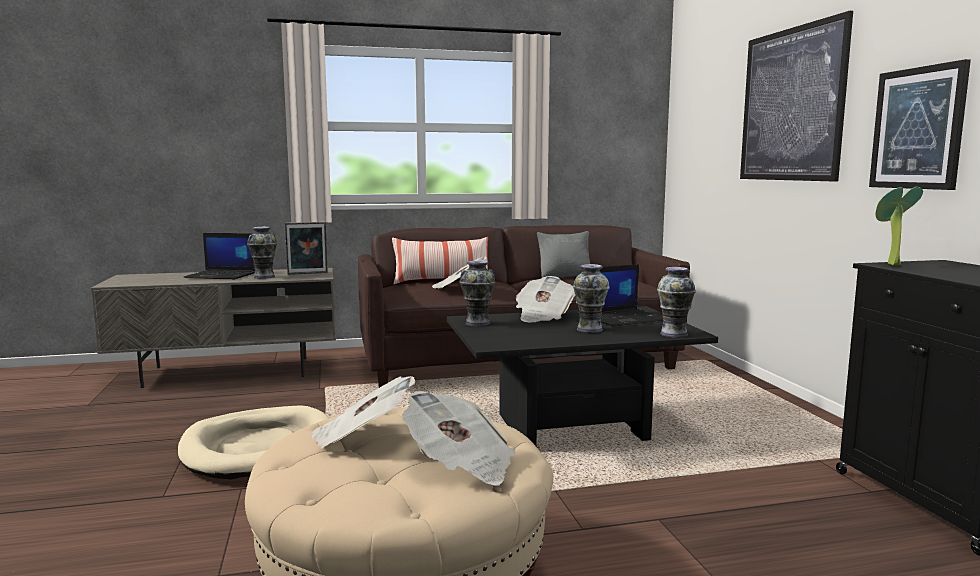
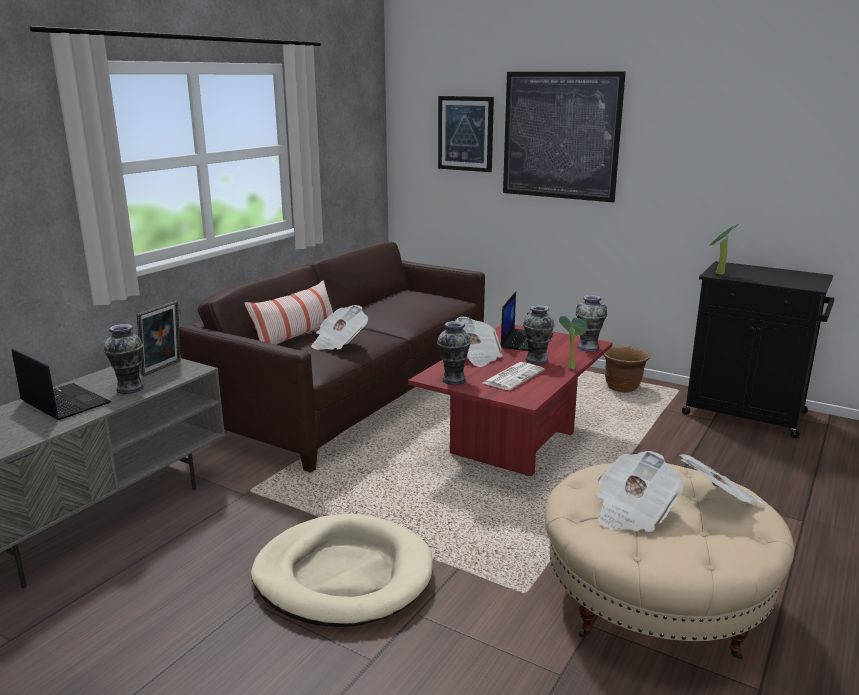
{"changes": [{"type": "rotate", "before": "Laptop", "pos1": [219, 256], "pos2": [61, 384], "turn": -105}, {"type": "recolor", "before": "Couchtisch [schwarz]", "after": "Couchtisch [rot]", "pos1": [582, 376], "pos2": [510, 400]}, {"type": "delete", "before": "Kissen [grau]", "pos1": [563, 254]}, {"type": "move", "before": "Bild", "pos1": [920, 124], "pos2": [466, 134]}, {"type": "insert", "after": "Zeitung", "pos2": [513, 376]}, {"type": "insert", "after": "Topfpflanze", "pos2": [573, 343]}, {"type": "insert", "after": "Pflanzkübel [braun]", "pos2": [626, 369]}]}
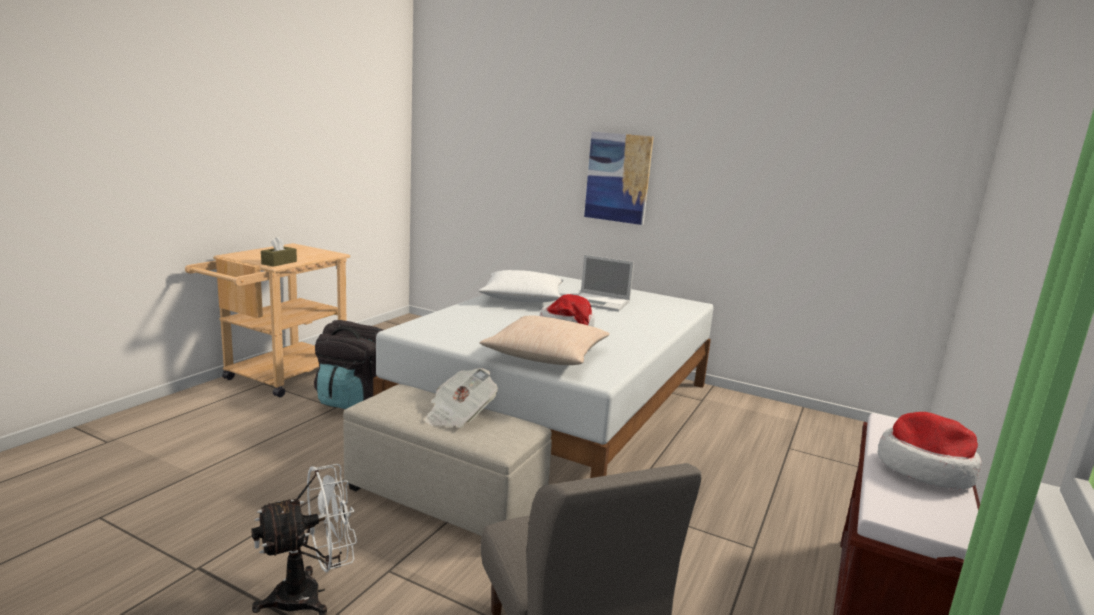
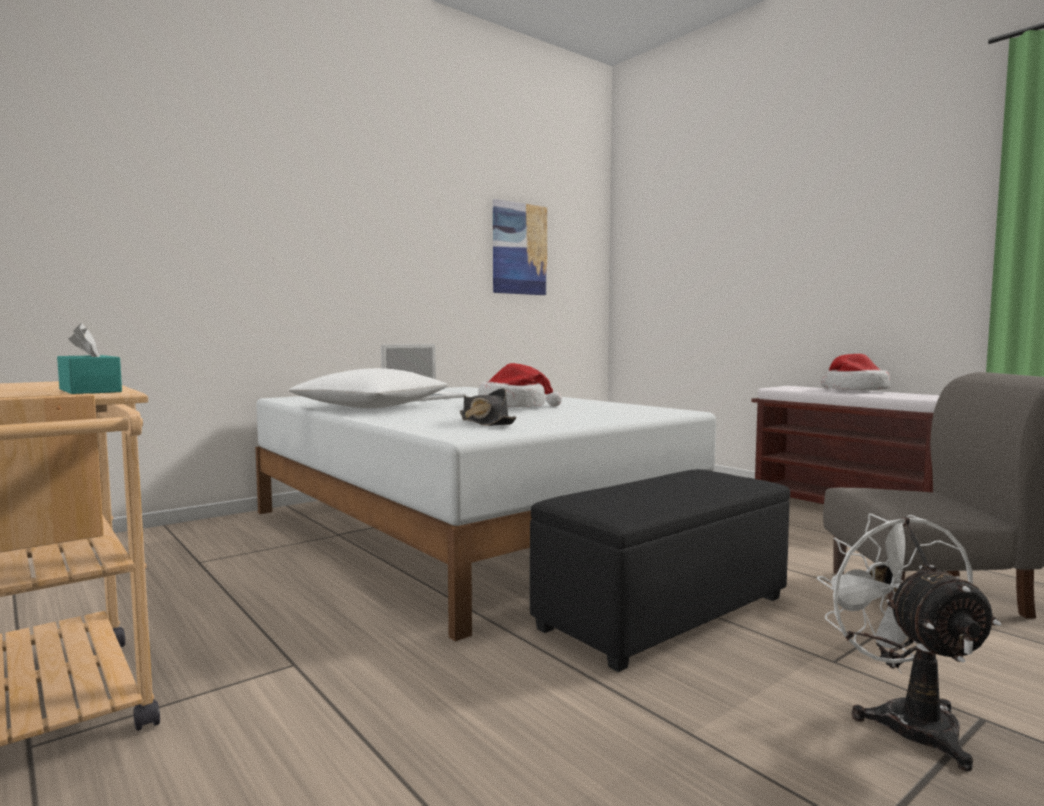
{"changes": [{"type": "recolor", "before": "Taschentuchbox [braun]", "after": "Taschentuchbox [türkis]", "pos1": [279, 252], "pos2": [89, 358]}, {"type": "delete", "before": "Rucksack [schwarz]", "pos1": [348, 364]}, {"type": "recolor", "before": "Polsterhocker [beige]", "after": "Polsterhocker [schwarz]", "pos1": [447, 460], "pos2": [660, 570]}, {"type": "delete", "before": "Zeitung", "pos1": [461, 398]}, {"type": "delete", "before": "Kissen [beige]", "pos1": [545, 340]}, {"type": "move", "before": "Bild", "pos1": [619, 178], "pos2": [520, 247]}, {"type": "insert", "after": "Hut [schwarz]", "pos2": [488, 407]}]}
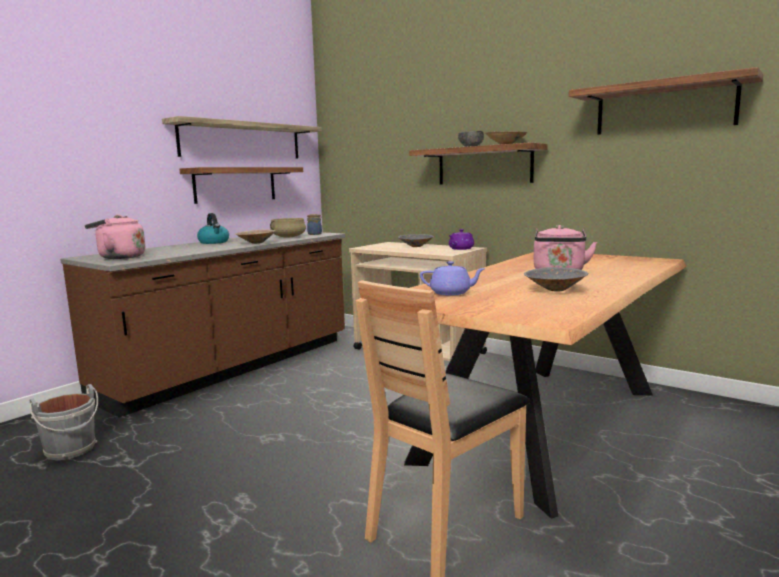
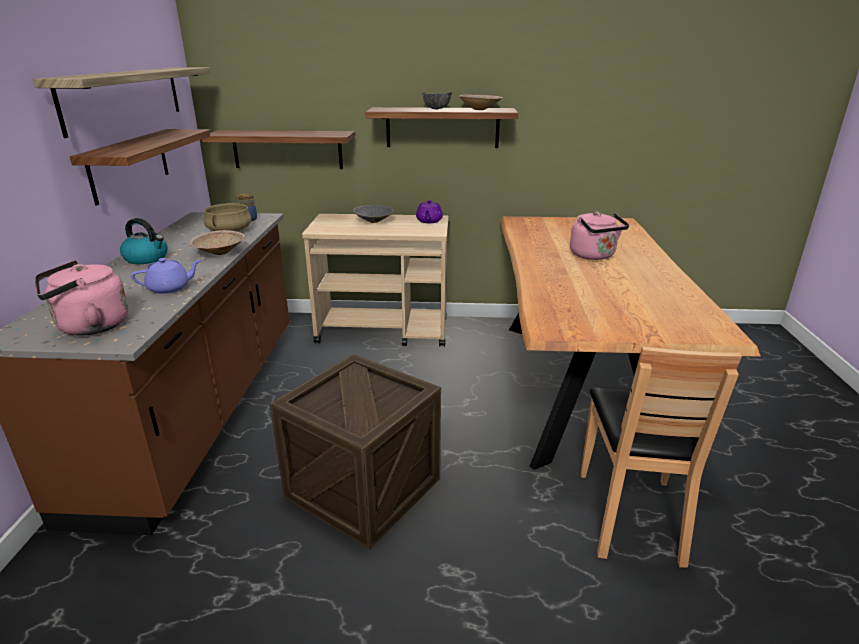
{"changes": [{"type": "delete", "before": "Eimer [grau]", "pos1": [63, 422]}, {"type": "move", "before": "Teekanne [lila]", "pos1": [453, 278], "pos2": [166, 276]}, {"type": "delete", "before": "Schüssel [grau]", "pos1": [556, 279]}, {"type": "move", "before": "Wandregal", "pos1": [666, 101], "pos2": [278, 149]}, {"type": "insert", "after": "Kiste", "pos2": [355, 451]}]}
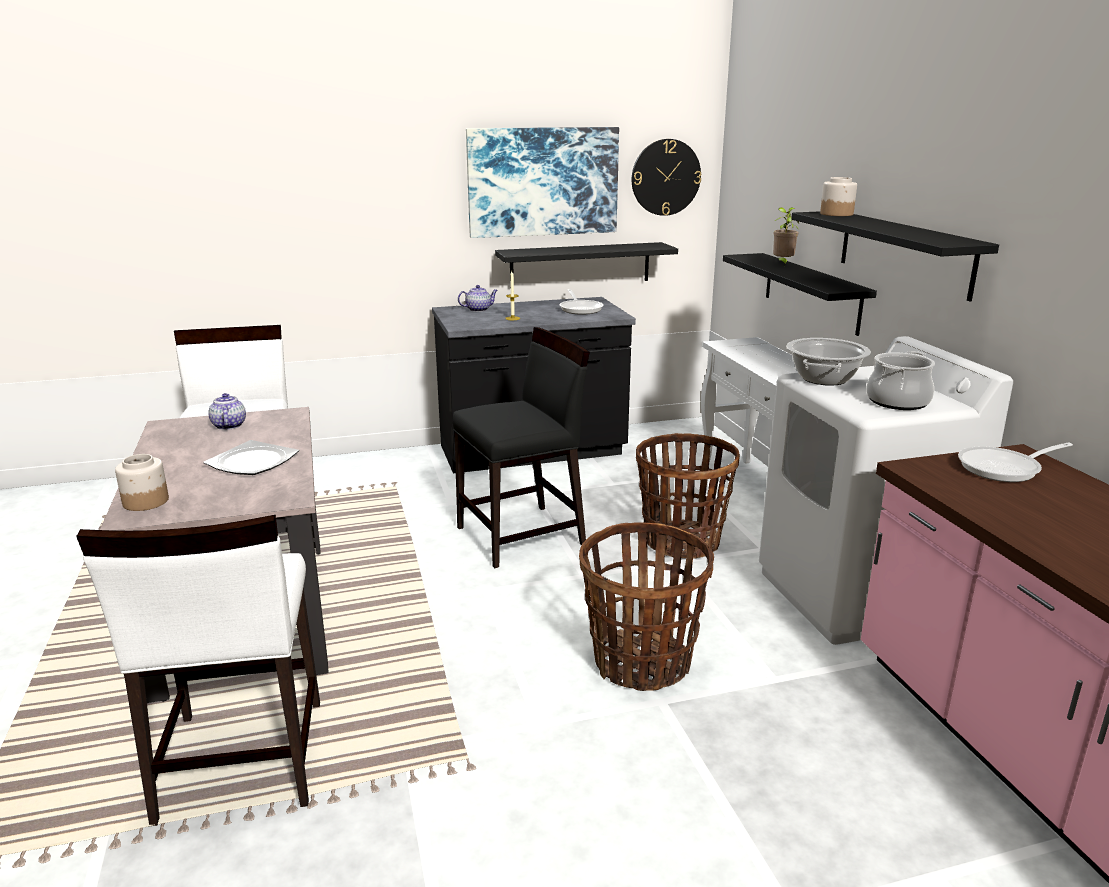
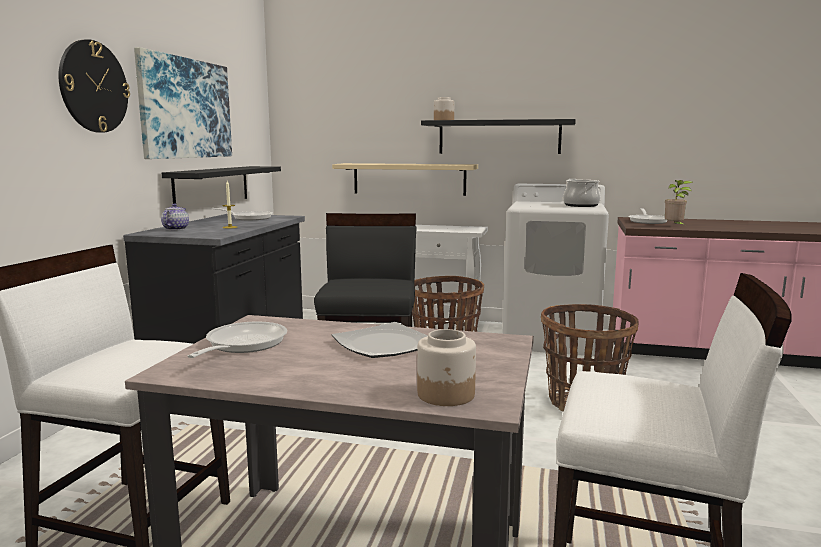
{"changes": [{"type": "replace", "before": "Teekanne", "after": "Pfanne", "pos1": [227, 411], "pos2": [237, 340]}, {"type": "move", "before": "Wanduhr", "pos1": [666, 177], "pos2": [94, 86]}, {"type": "recolor", "before": "Wandregal [schwarz]", "after": "Wandregal [beige]", "pos1": [800, 294], "pos2": [405, 179]}, {"type": "move", "before": "Topfpflanze", "pos1": [786, 236], "pos2": [679, 203]}, {"type": "delete", "before": "Kochtopf", "pos1": [828, 362]}]}
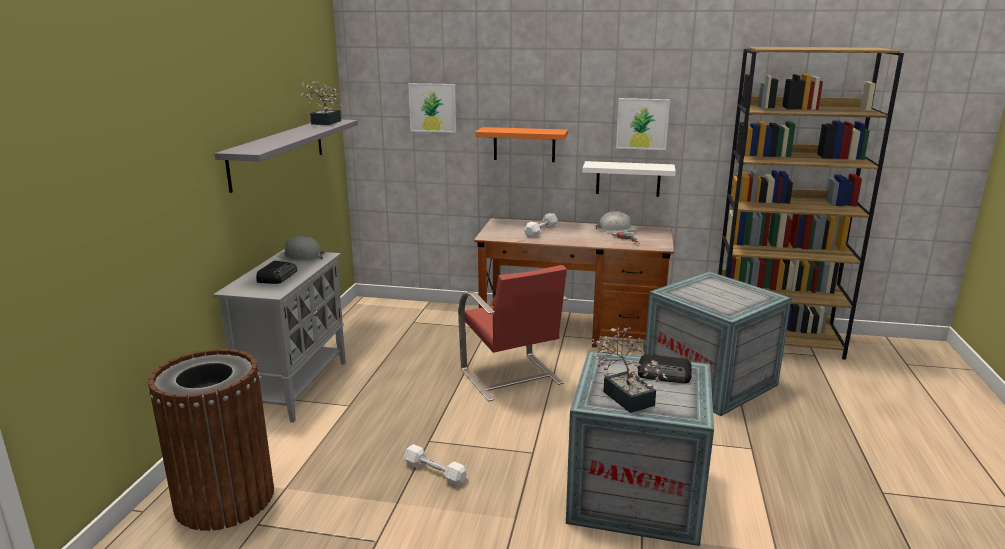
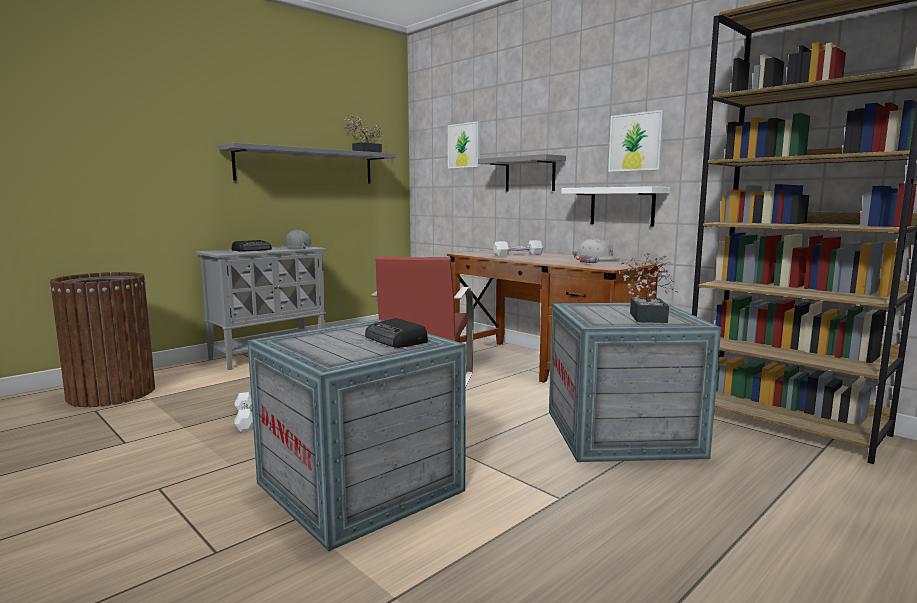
{"changes": [{"type": "recolor", "before": "Wandregal [orange]", "after": "Wandregal [grau]", "pos1": [521, 144], "pos2": [522, 173]}, {"type": "move", "before": "Topfpflanze", "pos1": [629, 370], "pos2": [648, 287]}]}
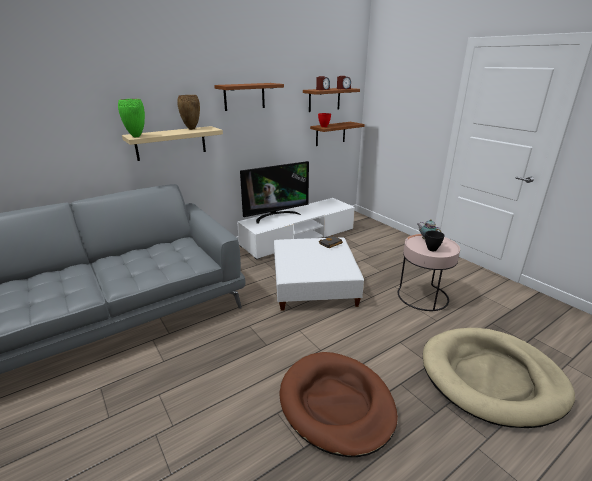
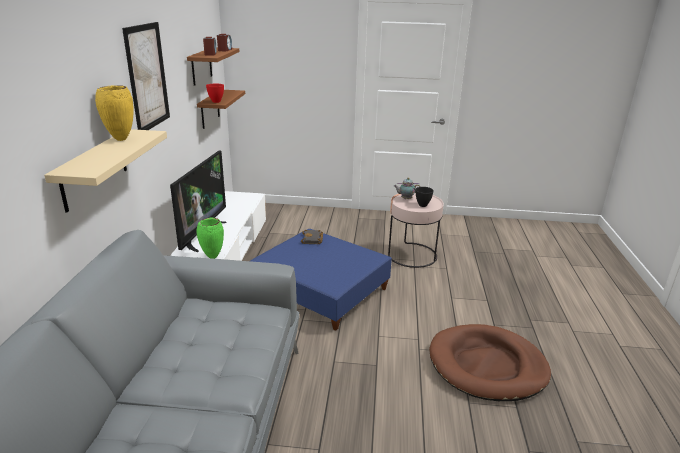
{"changes": [{"type": "move", "before": "Vase [grün]", "pos1": [131, 118], "pos2": [210, 238]}, {"type": "recolor", "before": "Vase [braun]", "after": "Vase [gelb]", "pos1": [188, 112], "pos2": [114, 113]}, {"type": "replace", "before": "Wandregal [braun]", "after": "Bild", "pos1": [249, 97], "pos2": [146, 76]}, {"type": "recolor", "before": "Polsterhocker [weiß]", "after": "Polsterhocker [blau]", "pos1": [319, 274], "pos2": [321, 280]}, {"type": "delete", "before": "Hundebett [beige]", "pos1": [499, 378]}]}
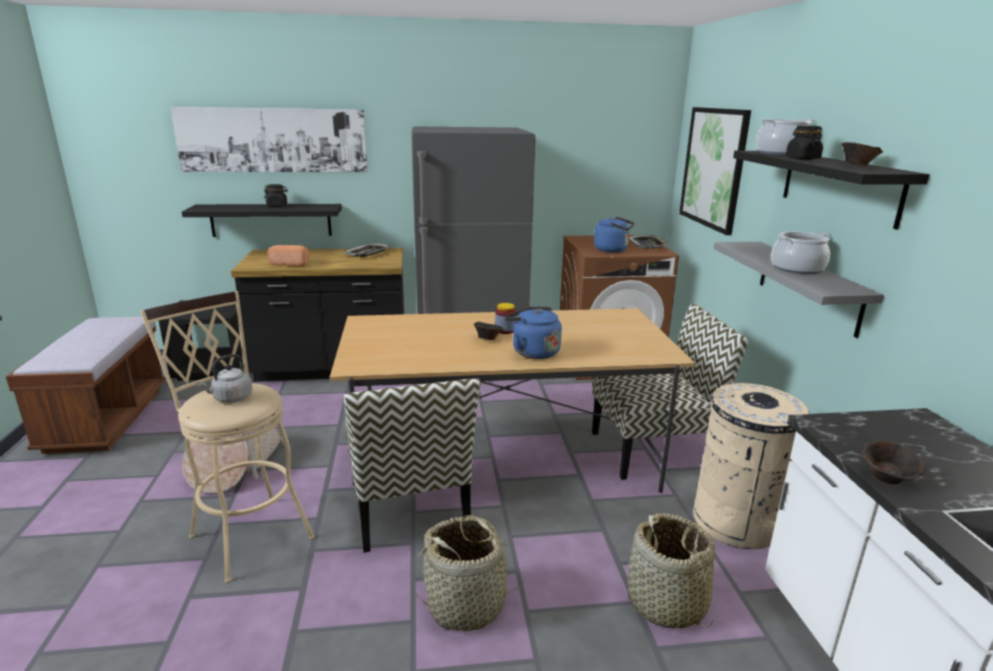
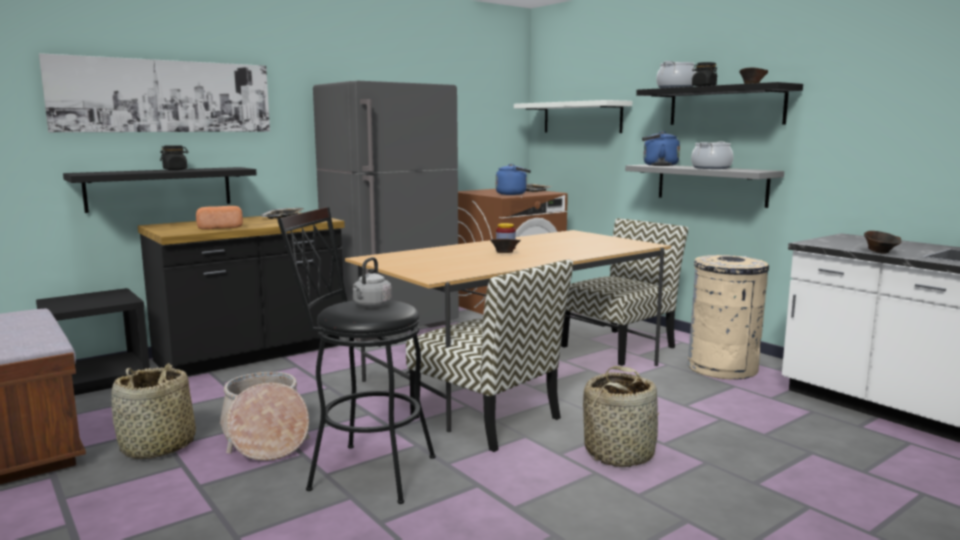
{"changes": [{"type": "recolor", "before": "Hocker [beige]", "after": "Hocker [schwarz]", "pos1": [227, 437], "pos2": [356, 355]}, {"type": "move", "before": "Wasserkessel [blau]", "pos1": [533, 332], "pos2": [661, 148]}, {"type": "move", "before": "Korb", "pos1": [671, 571], "pos2": [153, 411]}, {"type": "replace", "before": "Bild", "after": "Wandregal [weiß]", "pos1": [715, 171], "pos2": [573, 116]}]}
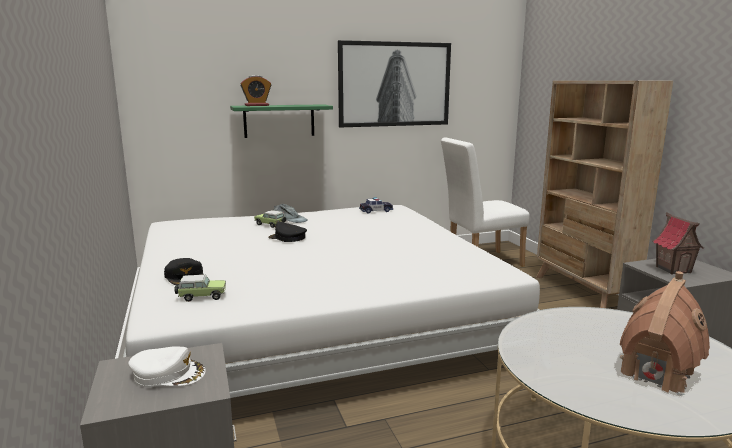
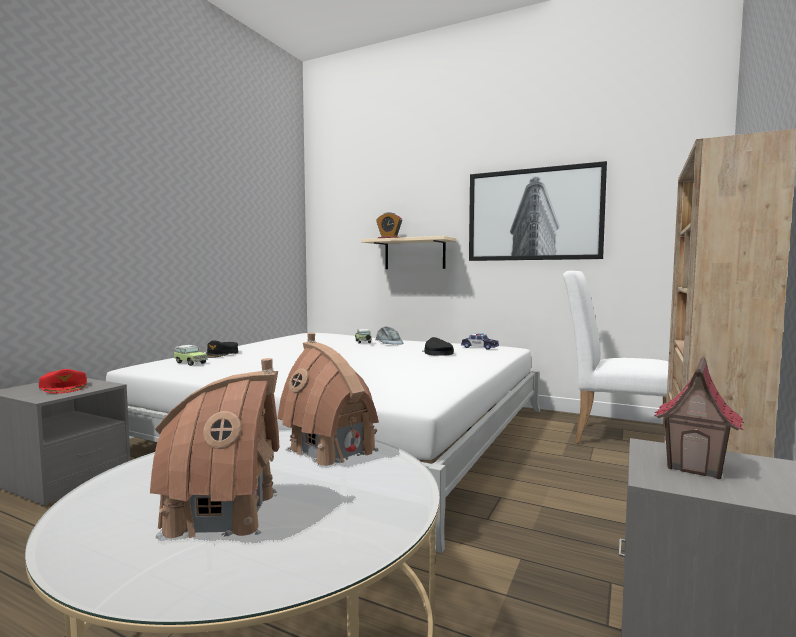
{"changes": [{"type": "recolor", "before": "Kappe [weiß]", "after": "Kappe [rot]", "pos1": [167, 366], "pos2": [63, 381]}, {"type": "recolor", "before": "Wandregal [grün]", "after": "Wandregal [beige]", "pos1": [281, 121], "pos2": [408, 252]}, {"type": "move", "before": "Kappe [schwarz]", "pos1": [287, 232], "pos2": [438, 346]}, {"type": "insert", "after": "Spielzeughaus", "pos2": [328, 400]}]}
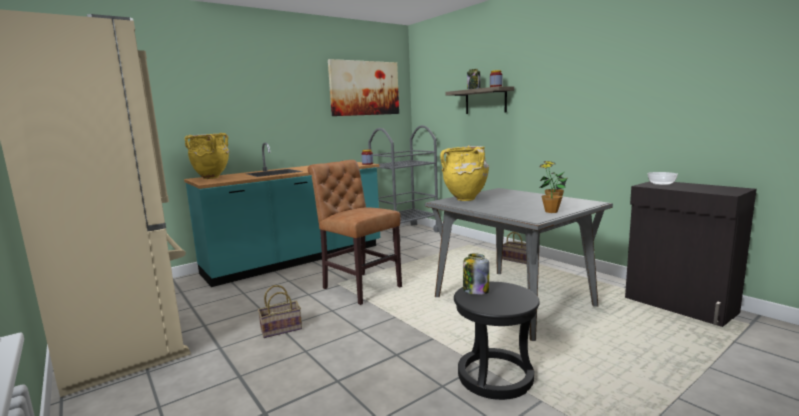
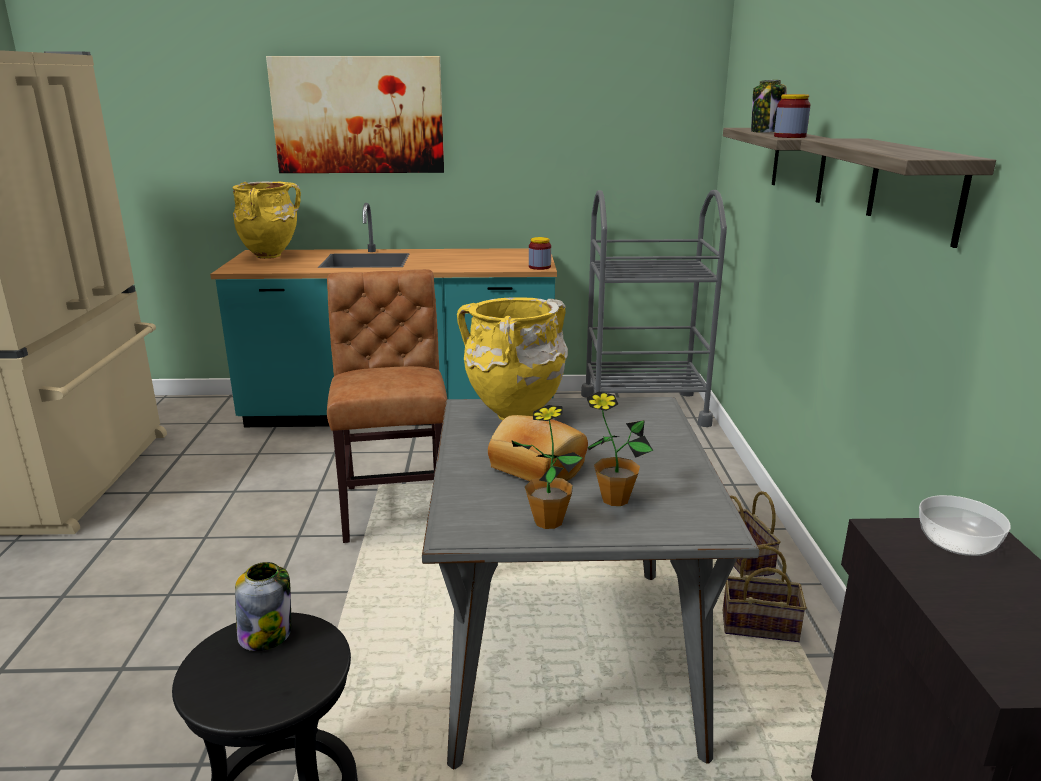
{"changes": [{"type": "move", "before": "Korb", "pos1": [280, 311], "pos2": [765, 593]}, {"type": "move", "before": "Bild", "pos1": [363, 87], "pos2": [355, 114]}, {"type": "insert", "after": "Brot", "pos2": [538, 448]}, {"type": "insert", "after": "Wandregal", "pos2": [898, 193]}]}
